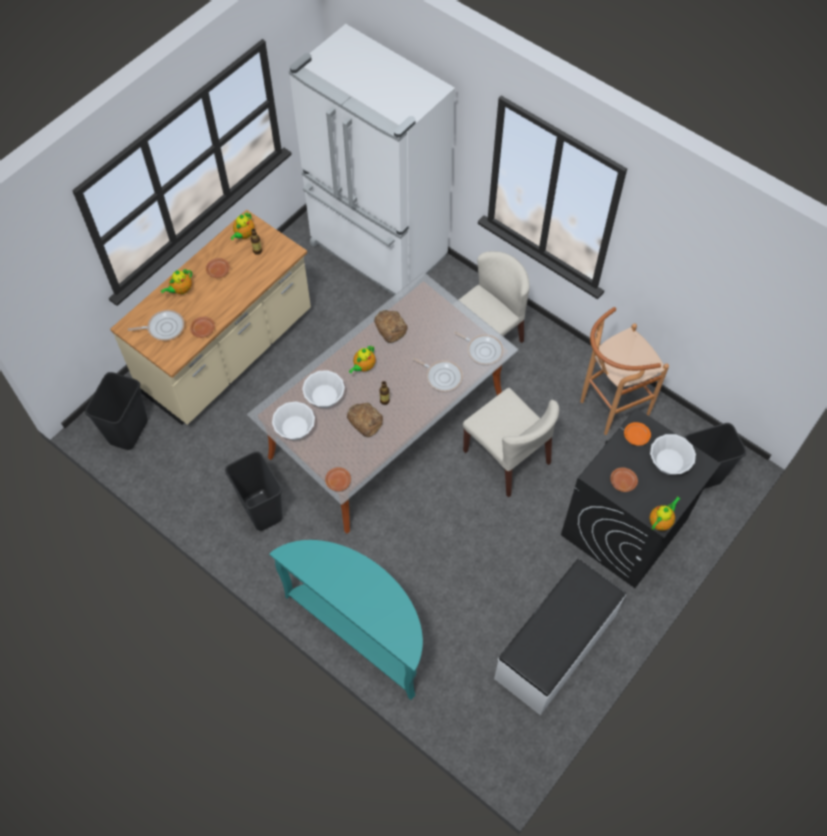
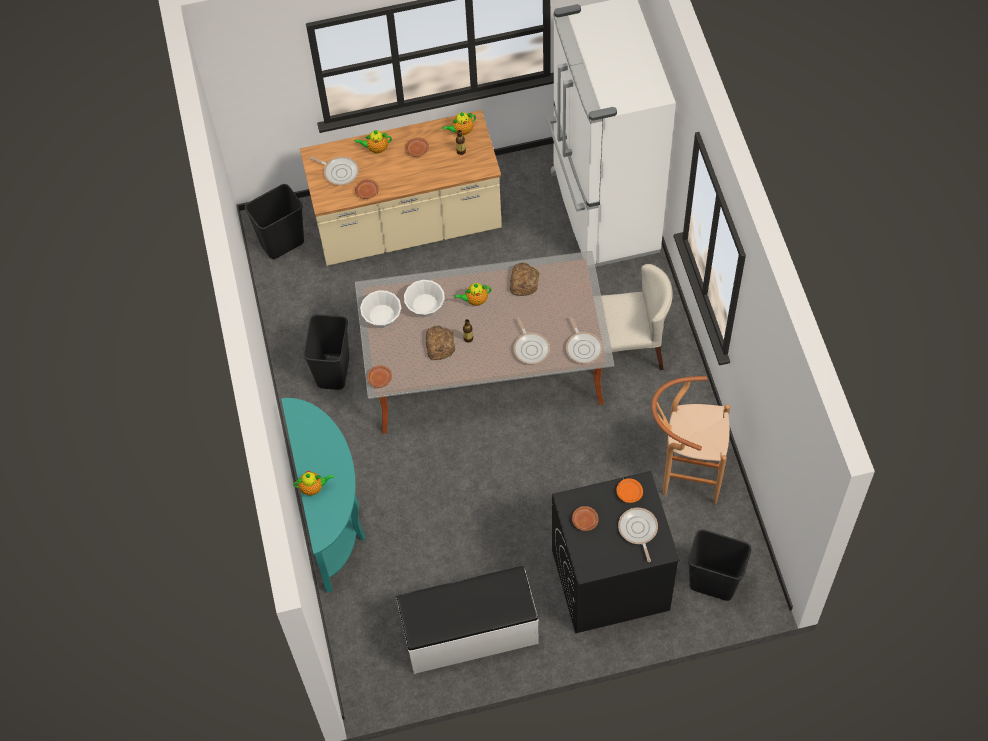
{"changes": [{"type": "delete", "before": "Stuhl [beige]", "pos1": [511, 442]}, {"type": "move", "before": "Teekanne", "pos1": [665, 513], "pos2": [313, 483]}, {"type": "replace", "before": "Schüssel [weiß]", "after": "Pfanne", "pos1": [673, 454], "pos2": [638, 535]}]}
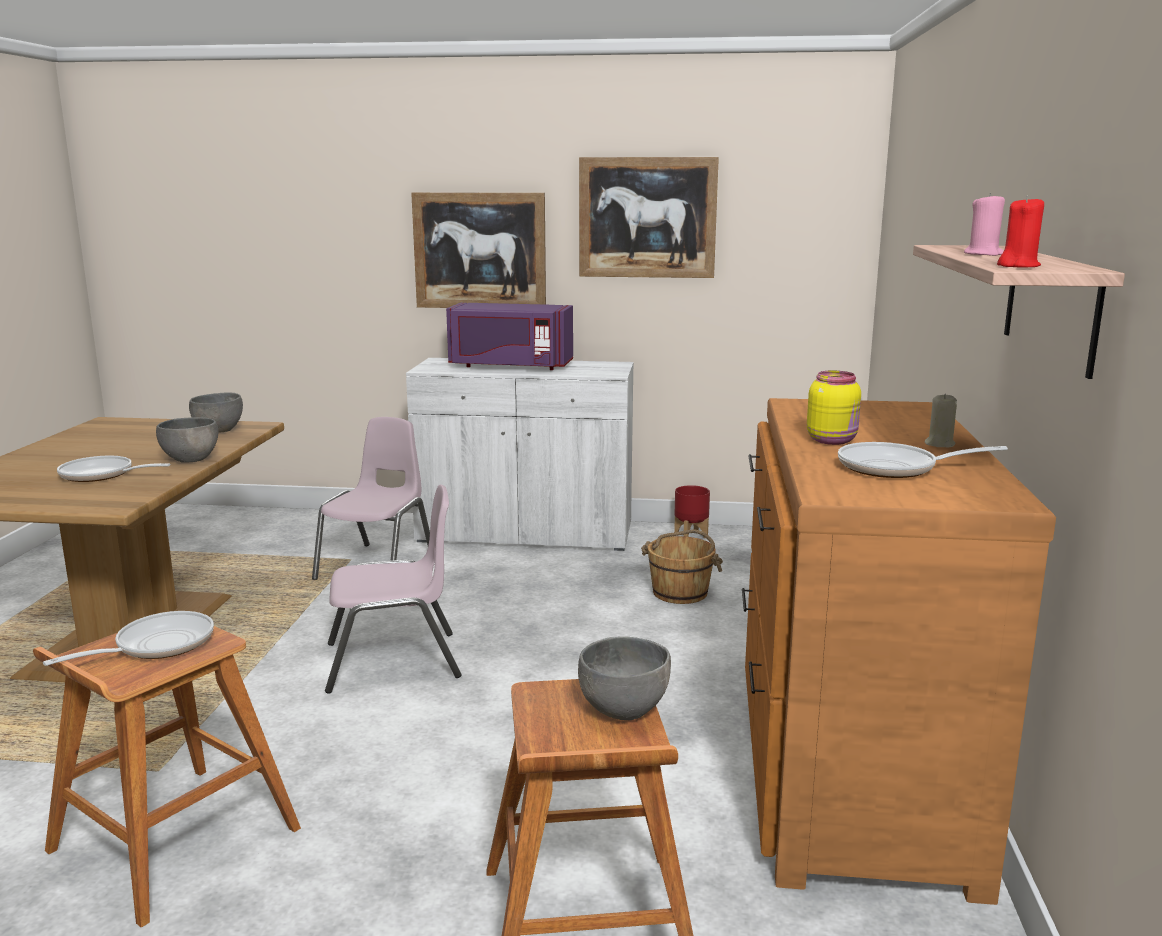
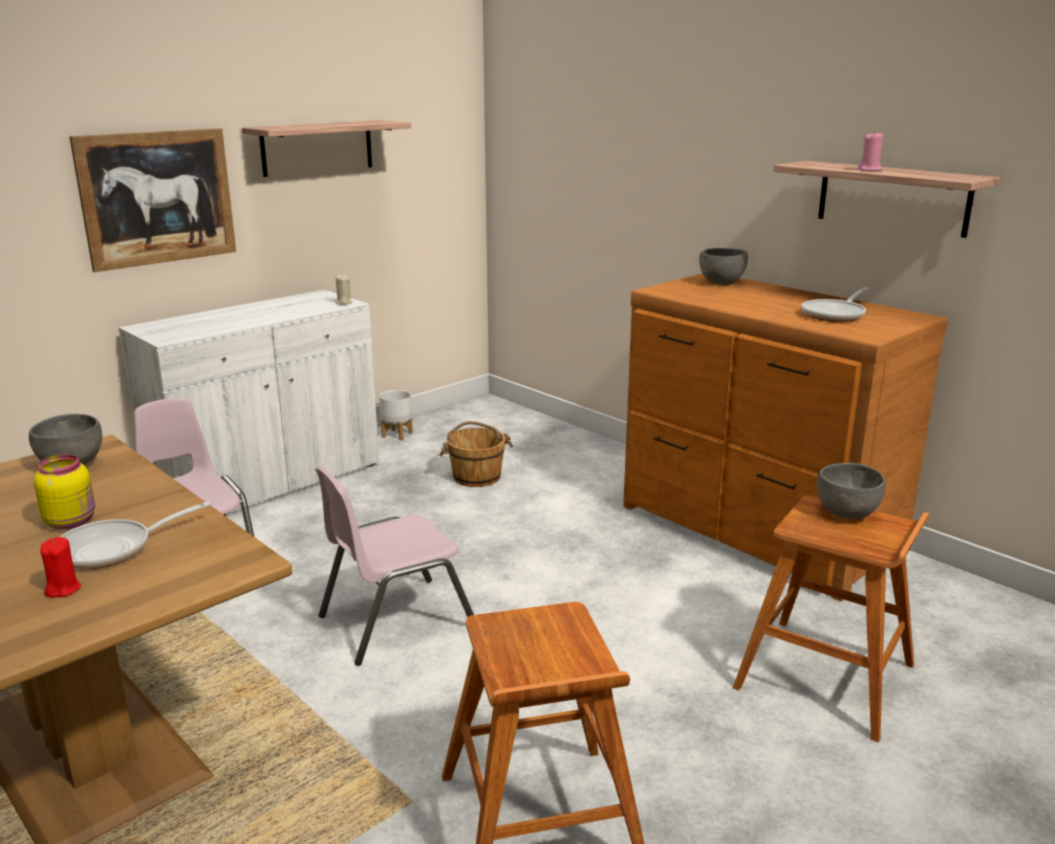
{"changes": [{"type": "delete", "before": "Pfanne", "pos1": [128, 638]}, {"type": "move", "before": "Schüssel [grau]", "pos1": [187, 440], "pos2": [723, 266]}, {"type": "rotate", "before": "Stuhl [rosa]", "pos1": [393, 588], "pos2": [394, 566], "turn": -150}, {"type": "delete", "before": "Mikrowelle [lila]", "pos1": [509, 336]}, {"type": "replace", "before": "Bild", "after": "Wandregal", "pos1": [649, 217], "pos2": [326, 148]}, {"type": "recolor", "before": "Pflanzkübel [rot]", "after": "Pflanzkübel [weiß]", "pos1": [692, 511], "pos2": [396, 415]}, {"type": "move", "before": "Vorratsglas [gelb]", "pos1": [834, 407], "pos2": [64, 491]}, {"type": "move", "before": "Kerze [beige]", "pos1": [940, 420], "pos2": [343, 289]}, {"type": "move", "before": "Kerze [rot]", "pos1": [1020, 231], "pos2": [60, 567]}]}
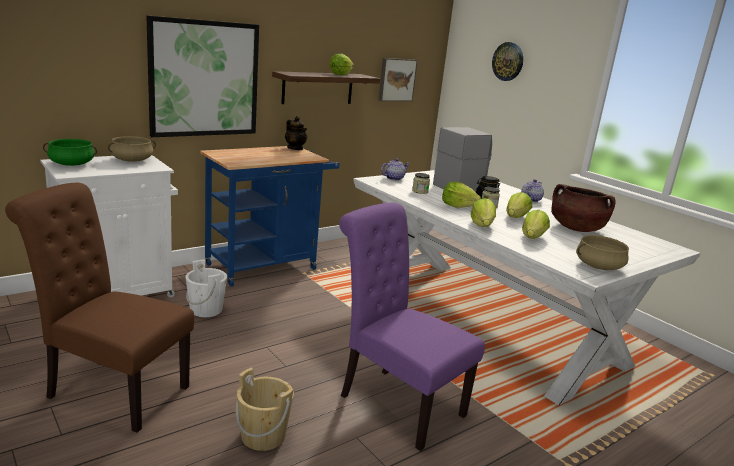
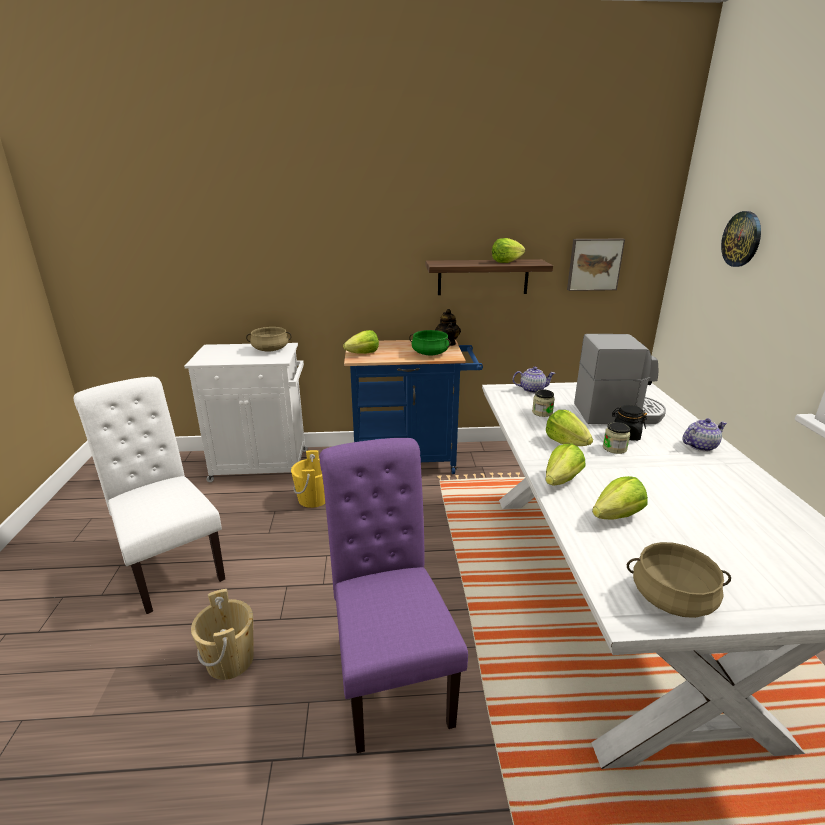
{"changes": [{"type": "recolor", "before": "Stuhl [braun]", "after": "Stuhl [weiß]", "pos1": [100, 308], "pos2": [149, 495]}, {"type": "move", "before": "Kochtopf [grün]", "pos1": [70, 152], "pos2": [430, 342]}, {"type": "delete", "before": "Bild", "pos1": [202, 76]}, {"type": "recolor", "before": "Eimer [weiß]", "after": "Eimer [gelb]", "pos1": [206, 288], "pos2": [308, 479]}, {"type": "move", "before": "Salatkopf", "pos1": [519, 205], "pos2": [361, 342]}, {"type": "delete", "before": "Kochtopf [braun]", "pos1": [583, 208]}]}
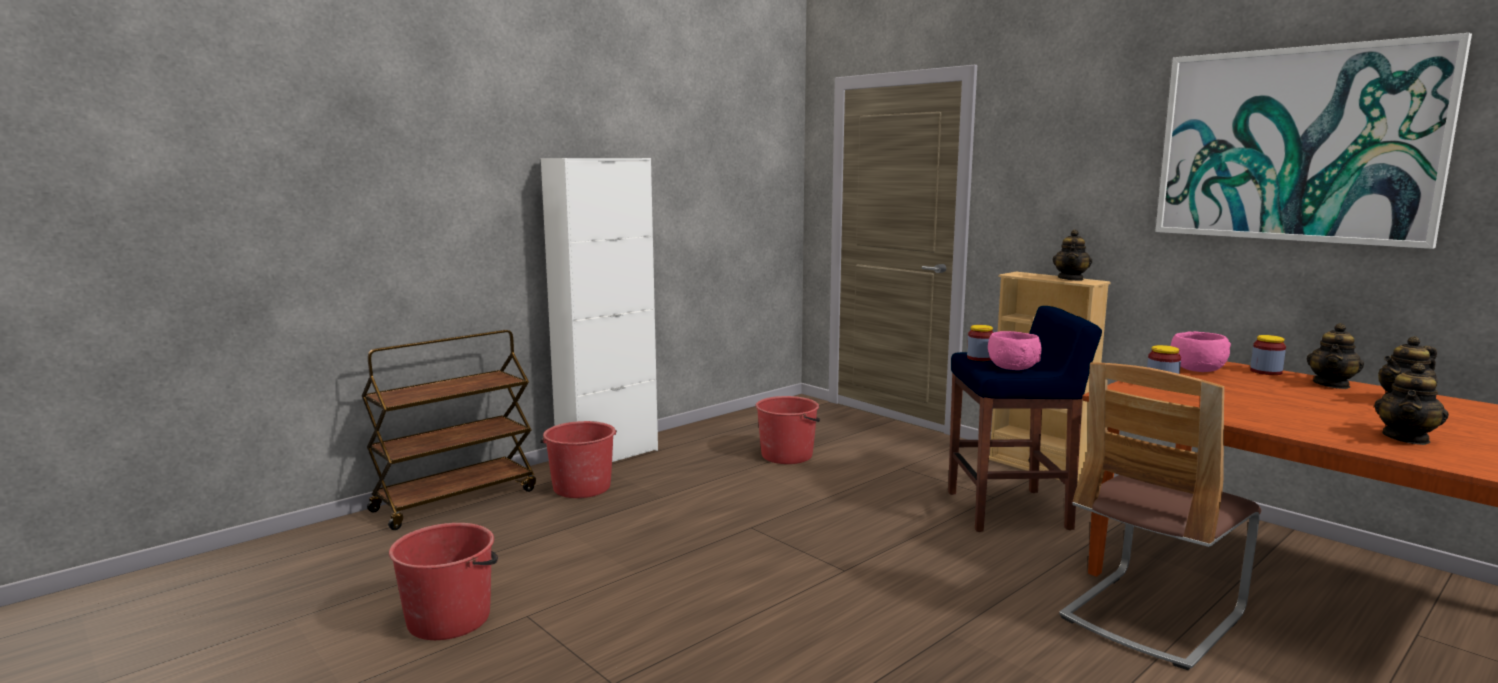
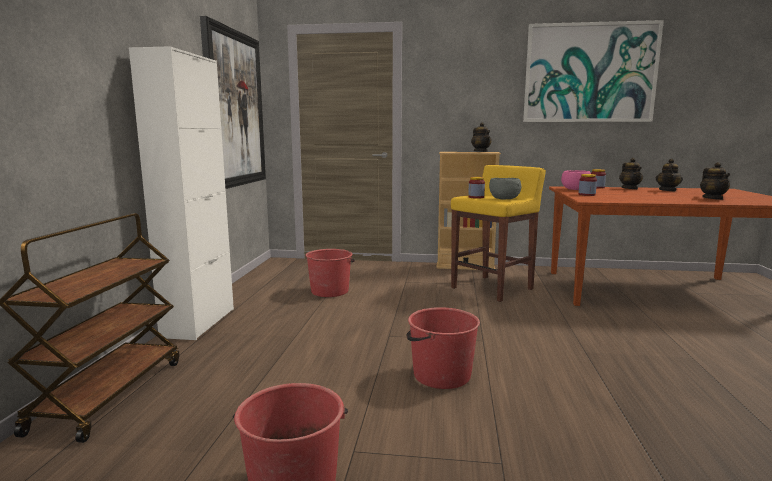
{"changes": [{"type": "move", "before": "Eimer [rot]", "pos1": [578, 459], "pos2": [443, 348]}, {"type": "recolor", "before": "Hocker [blau]", "after": "Hocker [gelb]", "pos1": [1025, 419], "pos2": [498, 233]}, {"type": "recolor", "before": "Schüssel [rosa]", "after": "Schüssel [grau]", "pos1": [1015, 350], "pos2": [505, 188]}, {"type": "delete", "before": "Stuhl", "pos1": [1160, 516]}, {"type": "insert", "after": "Bild", "pos2": [233, 102]}]}
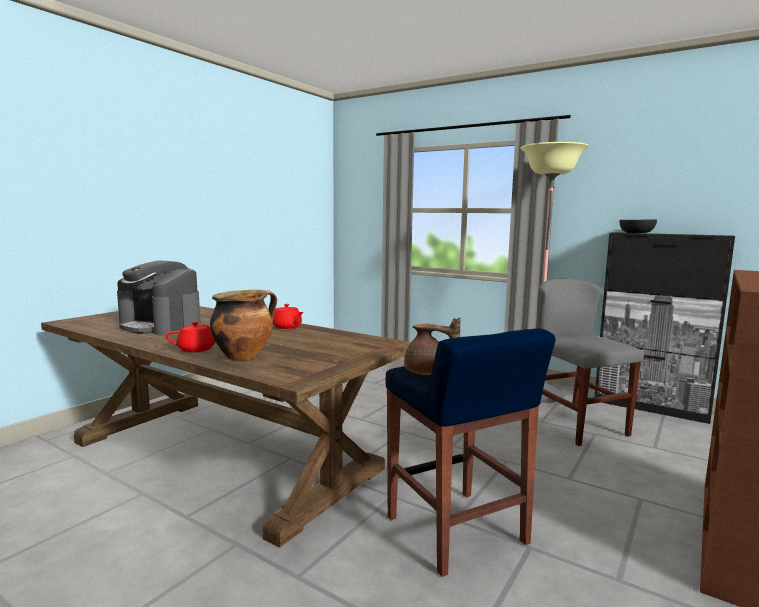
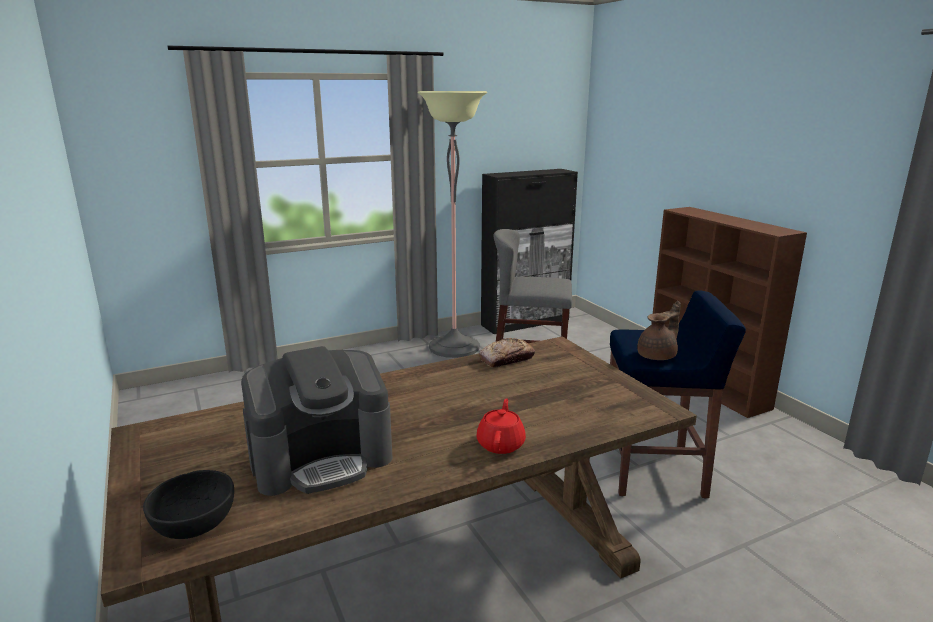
{"changes": [{"type": "delete", "before": "Kochtopf", "pos1": [243, 325]}, {"type": "delete", "before": "Teekanne [rot]", "pos1": [288, 316]}, {"type": "move", "before": "Schüssel [schwarz]", "pos1": [638, 226], "pos2": [188, 504]}, {"type": "insert", "after": "Brot", "pos2": [507, 353]}]}
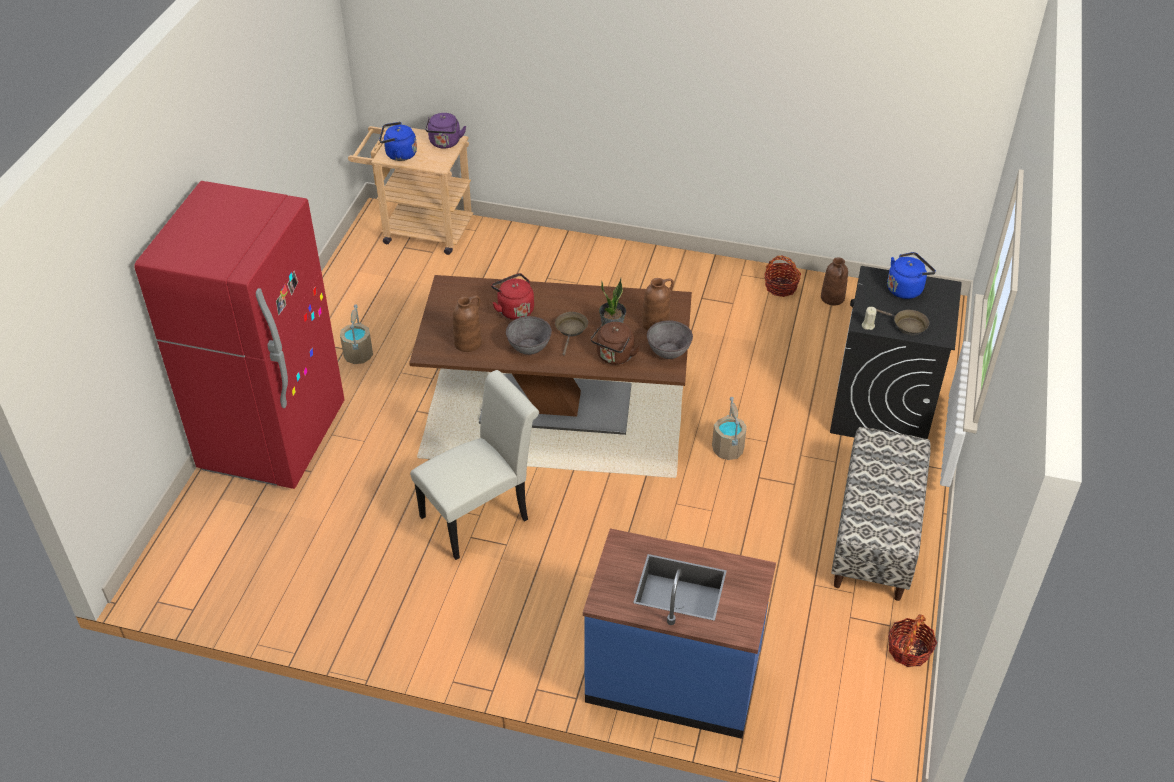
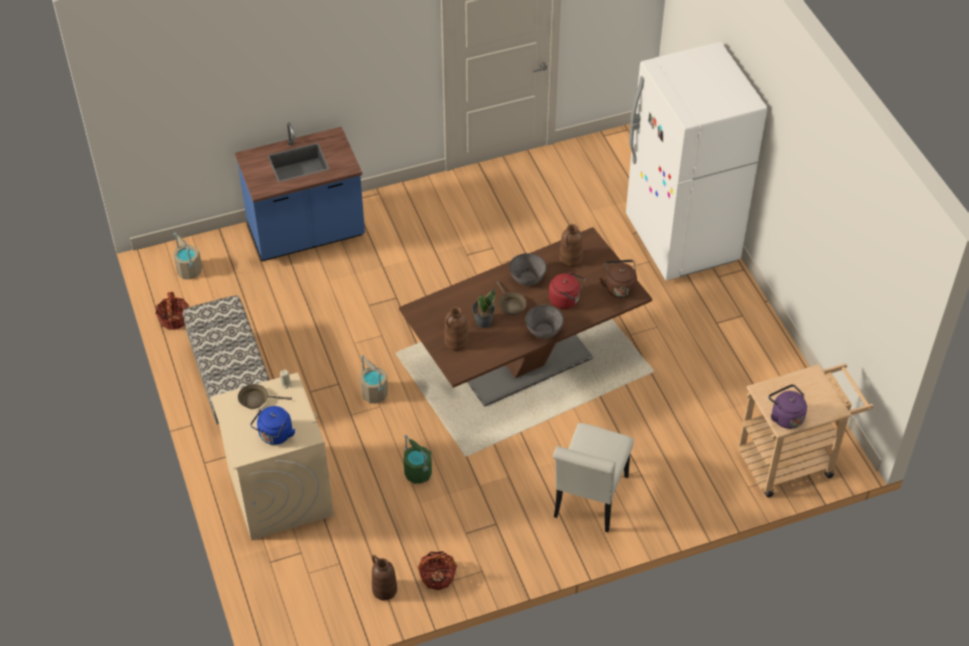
{"changes": [{"type": "recolor", "before": "Kühlschrank [rot]", "after": "Kühlschrank [weiß]", "pos1": [239, 335], "pos2": [696, 161]}, {"type": "move", "before": "Eimer [beige]", "pos1": [356, 334], "pos2": [187, 255]}, {"type": "delete", "before": "Wasserkessel [blau]", "pos1": [398, 141]}, {"type": "move", "before": "Stuhl [weiß]", "pos1": [474, 465], "pos2": [593, 477]}, {"type": "move", "before": "Wasserkessel [braun]", "pos1": [615, 343], "pos2": [618, 279]}, {"type": "move", "before": "Schüssel [grau]", "pos1": [670, 339], "pos2": [544, 322]}, {"type": "recolor", "before": "Waschmaschine [schwarz]", "after": "Waschmaschine [beige]", "pos1": [896, 352], "pos2": [272, 457]}, {"type": "insert", "after": "Eimer [grün]", "pos2": [417, 459]}]}
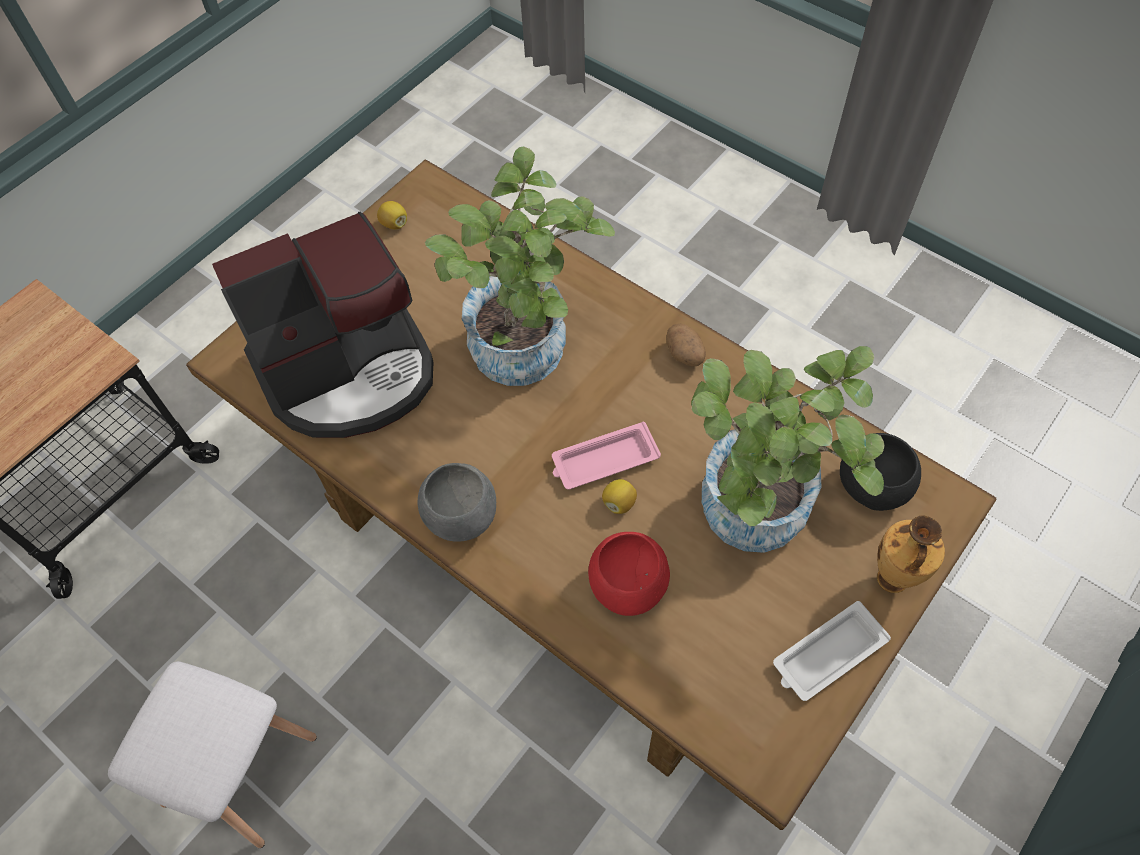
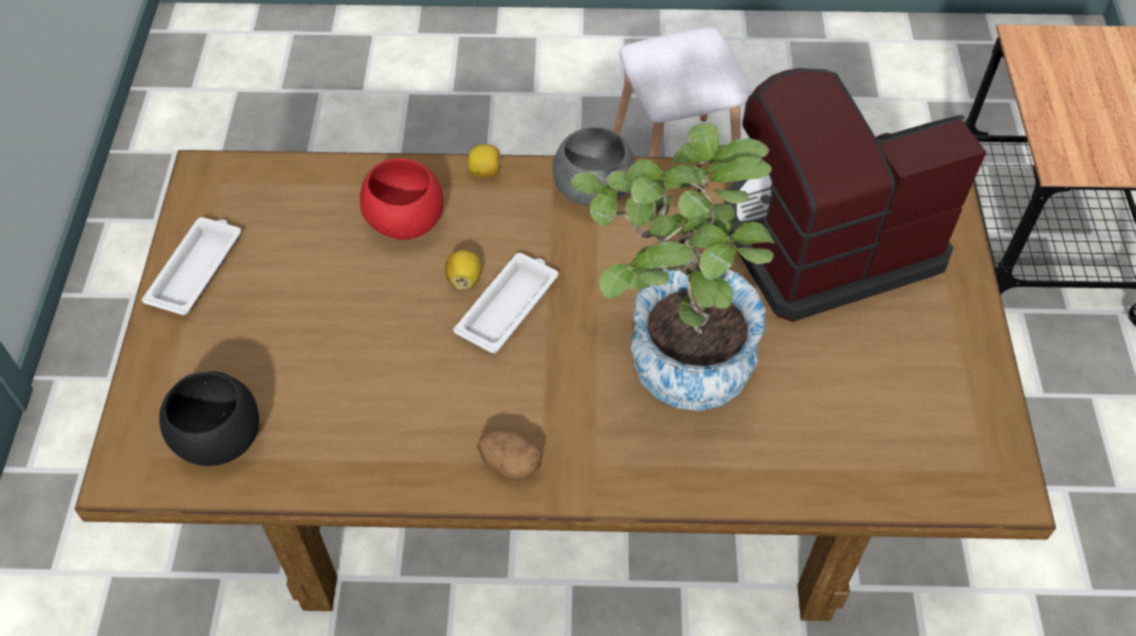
{"changes": [{"type": "rotate", "before": "Kaffeemaschine", "pos1": [322, 325], "pos2": [855, 195], "turn": 45}, {"type": "move", "before": "Zitrone", "pos1": [392, 215], "pos2": [484, 161]}, {"type": "recolor", "before": "Tablett [rosa]", "after": "Tablett [weiß]", "pos1": [606, 456], "pos2": [505, 303]}, {"type": "delete", "before": "Topfpflanze", "pos1": [788, 449]}, {"type": "delete", "before": "Vase", "pos1": [911, 554]}]}
